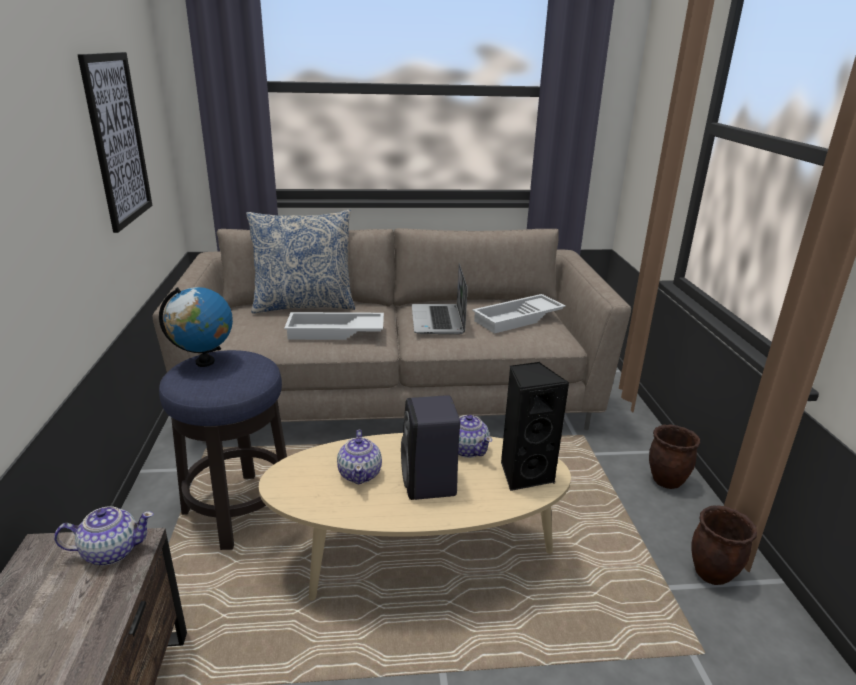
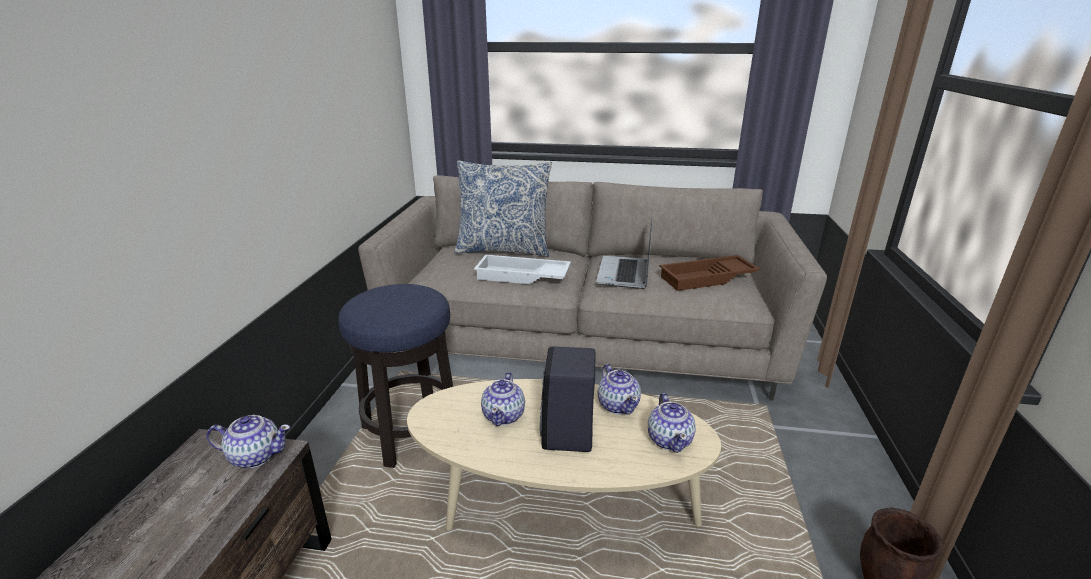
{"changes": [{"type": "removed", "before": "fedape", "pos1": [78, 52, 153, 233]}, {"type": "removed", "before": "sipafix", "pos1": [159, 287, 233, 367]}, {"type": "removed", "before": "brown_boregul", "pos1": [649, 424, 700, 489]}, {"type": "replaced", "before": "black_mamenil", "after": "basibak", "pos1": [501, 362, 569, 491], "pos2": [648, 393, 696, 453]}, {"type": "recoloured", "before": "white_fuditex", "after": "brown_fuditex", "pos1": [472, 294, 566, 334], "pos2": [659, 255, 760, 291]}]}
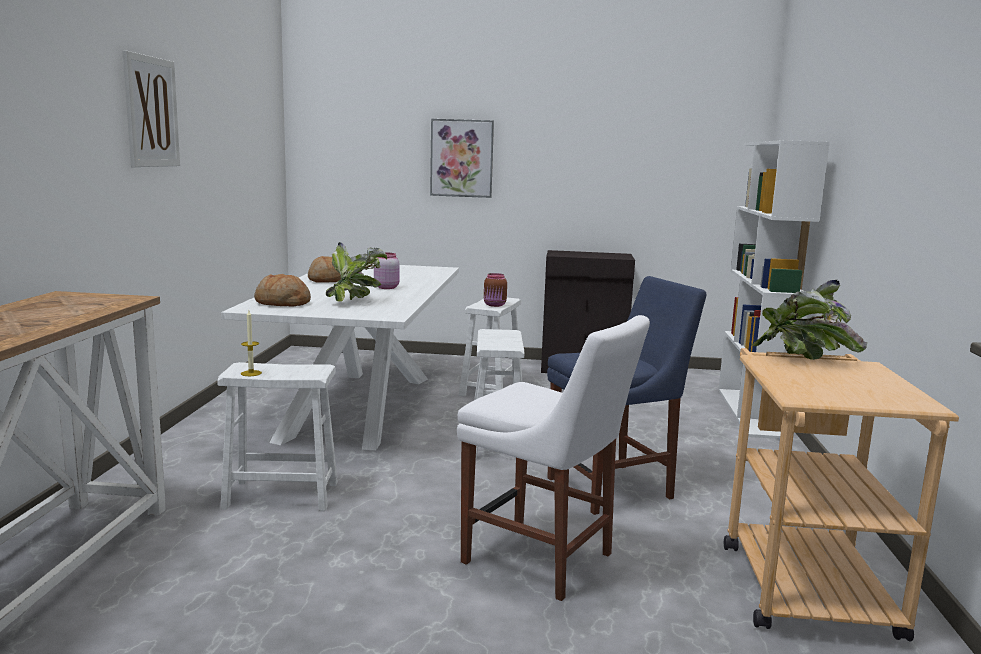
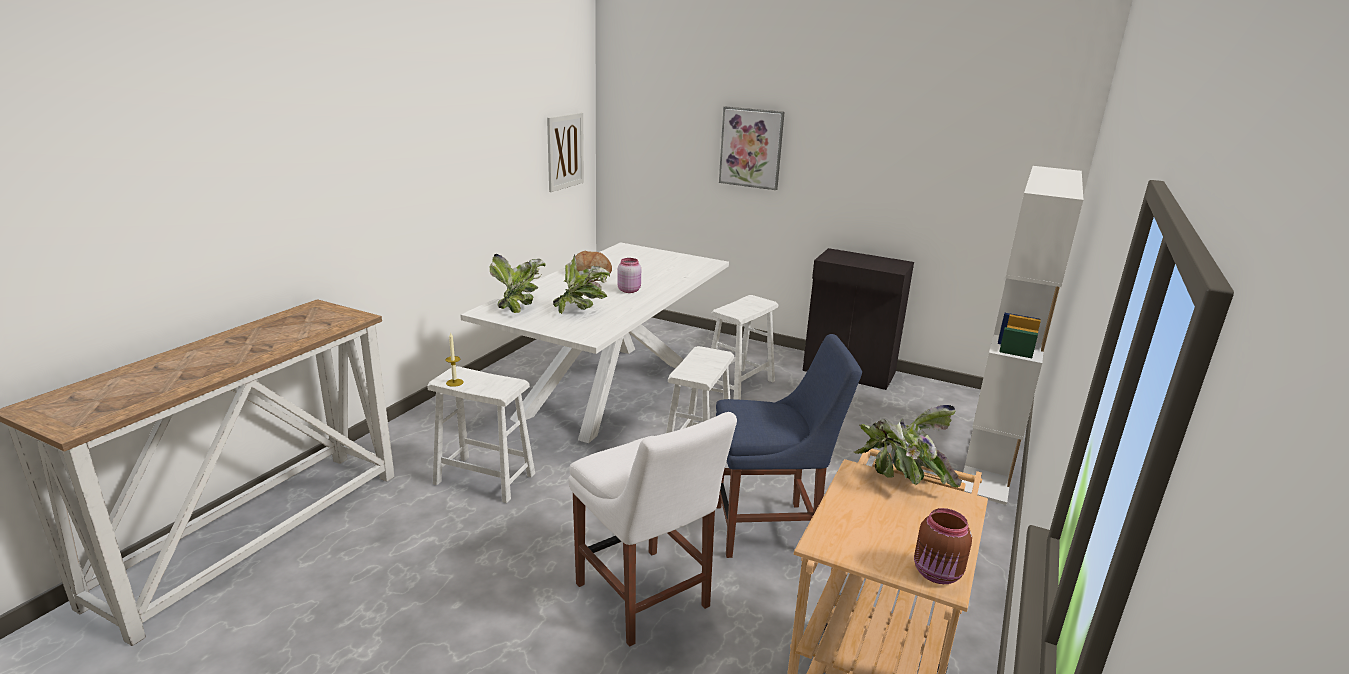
{"changes": [{"type": "moved", "before": "fedape", "pos1": [123, 51, 180, 167], "pos2": [547, 113, 584, 192]}, {"type": "moved", "before": "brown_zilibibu", "pos1": [484, 273, 507, 307], "pos2": [914, 508, 972, 584]}, {"type": "replaced", "before": "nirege", "after": "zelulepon", "pos1": [254, 274, 311, 307], "pos2": [489, 254, 546, 313]}]}
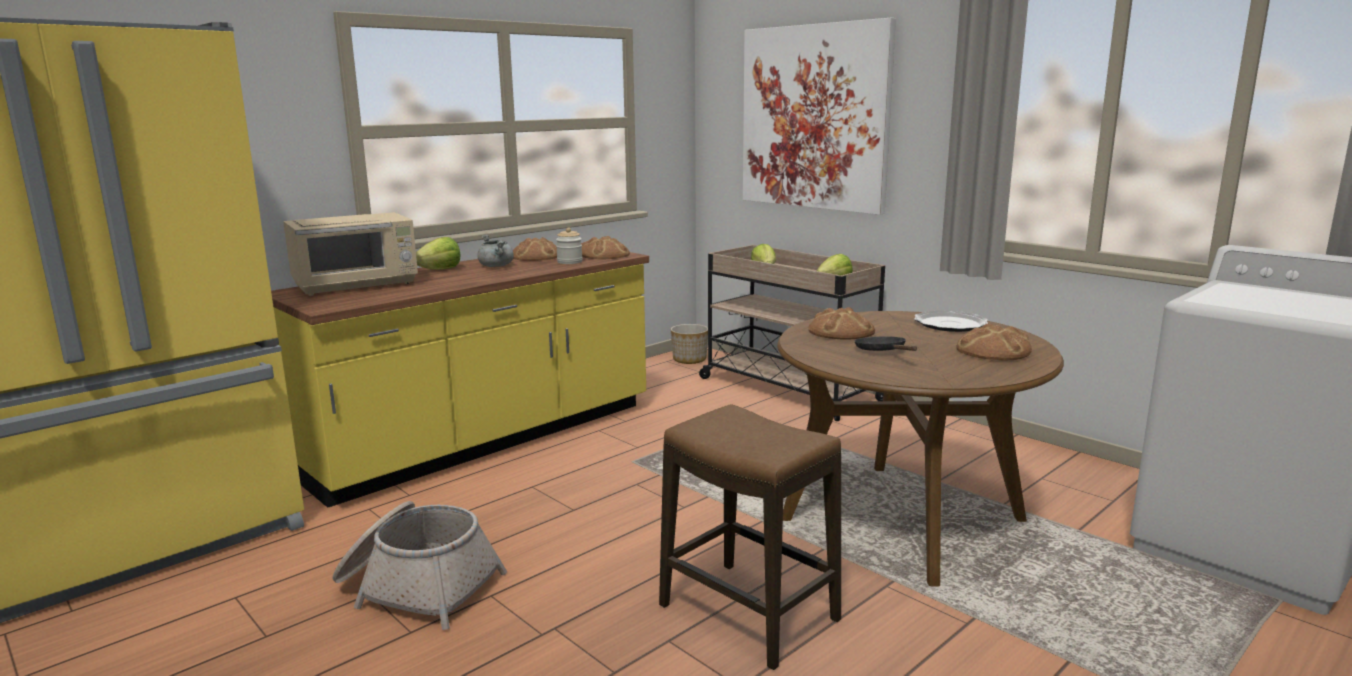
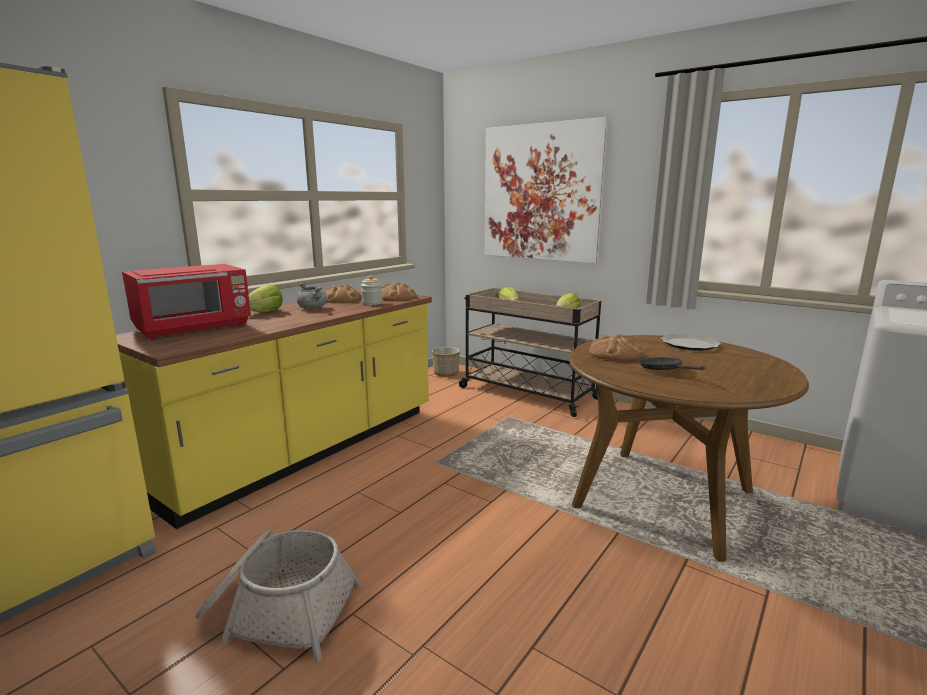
{"changes": [{"type": "removed", "before": "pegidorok", "pos1": [659, 404, 841, 670]}, {"type": "removed", "before": "nirege", "pos1": [956, 323, 1032, 360]}, {"type": "recoloured", "before": "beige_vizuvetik", "after": "red_vizuvetik", "pos1": [283, 212, 418, 296], "pos2": [122, 264, 251, 339]}]}
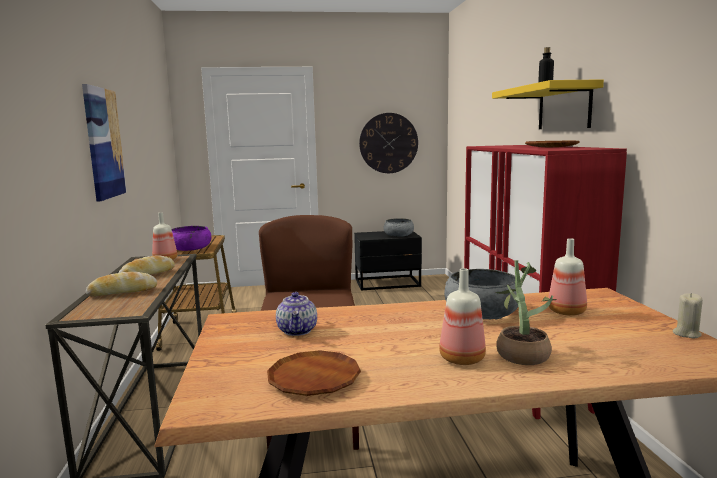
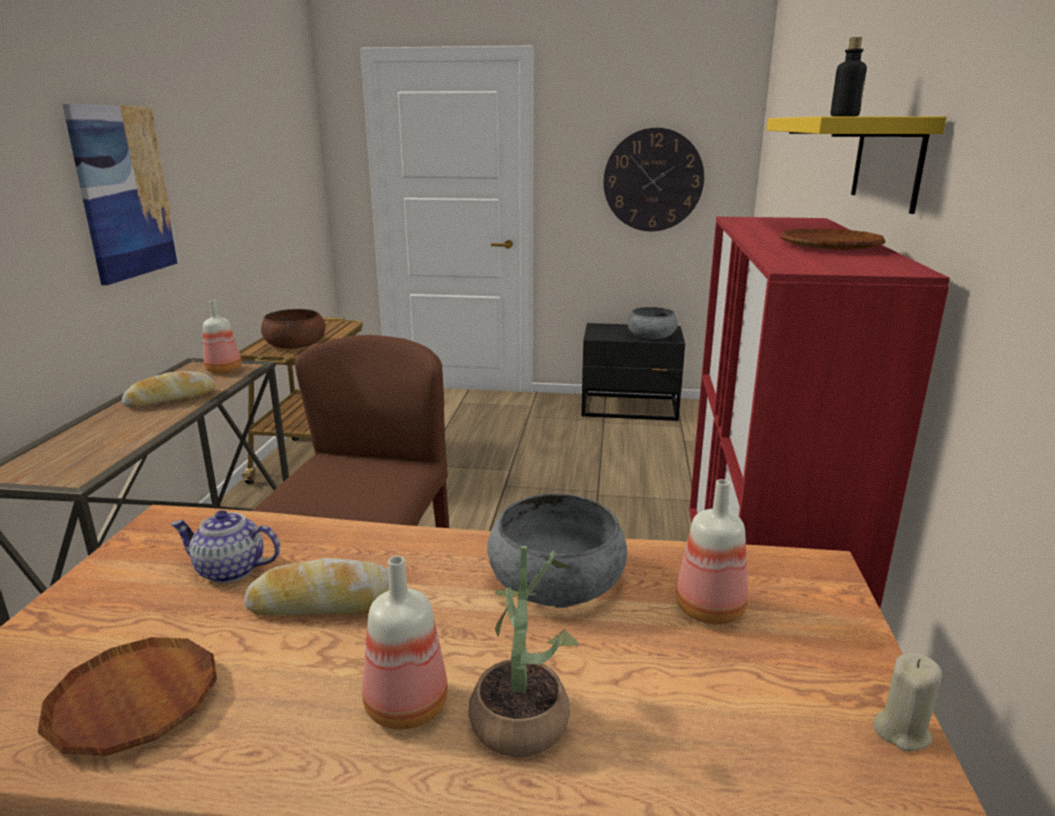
{"changes": [{"type": "moved", "before": "nirege", "pos1": [86, 272, 157, 297], "pos2": [244, 558, 389, 616]}, {"type": "recoloured", "before": "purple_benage", "after": "brown_benage", "pos1": [172, 226, 211, 251], "pos2": [261, 309, 326, 349]}, {"type": "turned", "before": "basibak", "pos1": [276, 292, 317, 336], "pos2": [171, 510, 280, 583], "turn": 90}]}
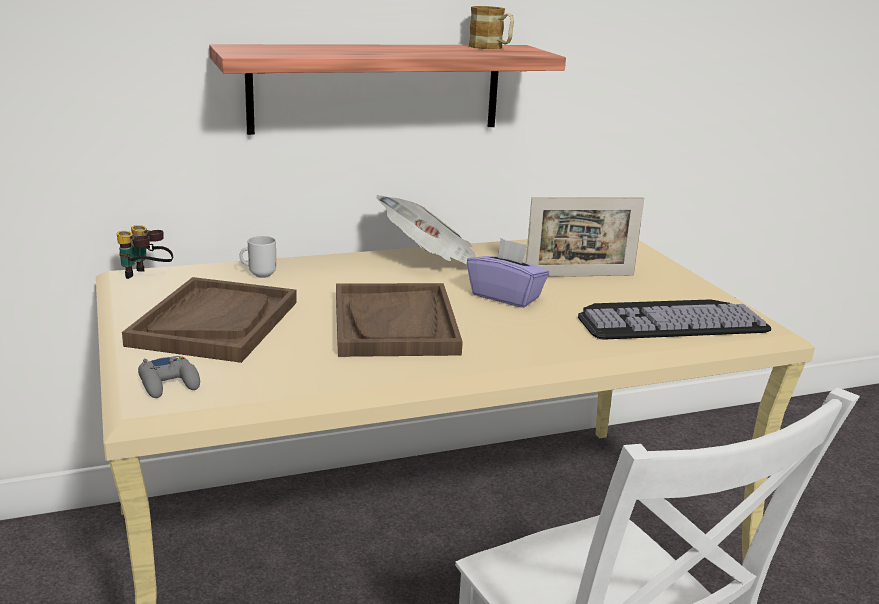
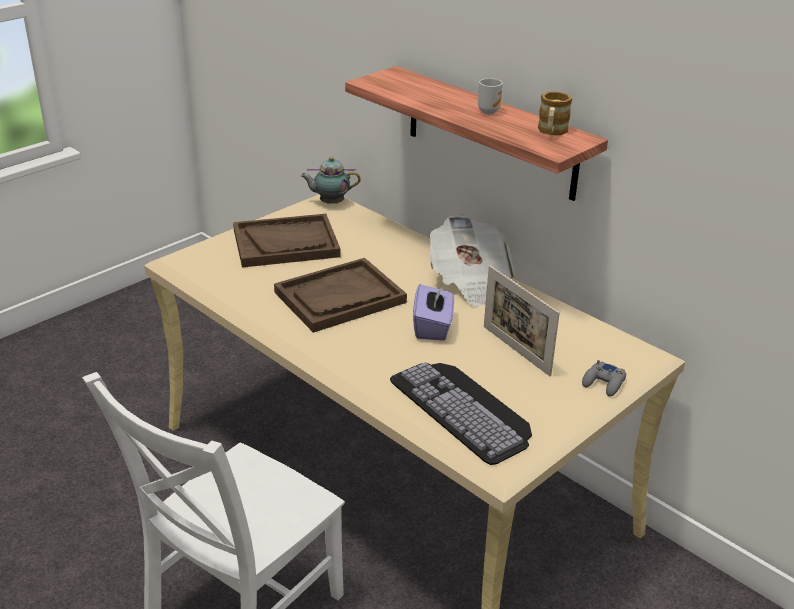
{"changes": [{"type": "moved", "before": "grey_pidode", "pos1": [138, 356, 200, 398], "pos2": [582, 360, 626, 397]}, {"type": "moved", "before": "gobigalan", "pos1": [239, 236, 276, 278], "pos2": [478, 78, 503, 114]}, {"type": "replaced", "before": "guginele", "after": "basibak", "pos1": [117, 225, 173, 279], "pos2": [300, 157, 361, 204]}]}
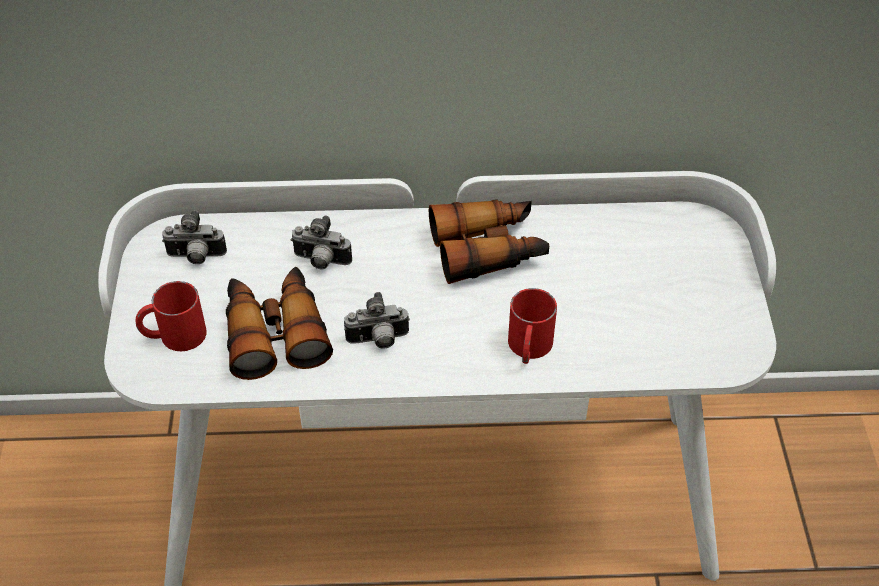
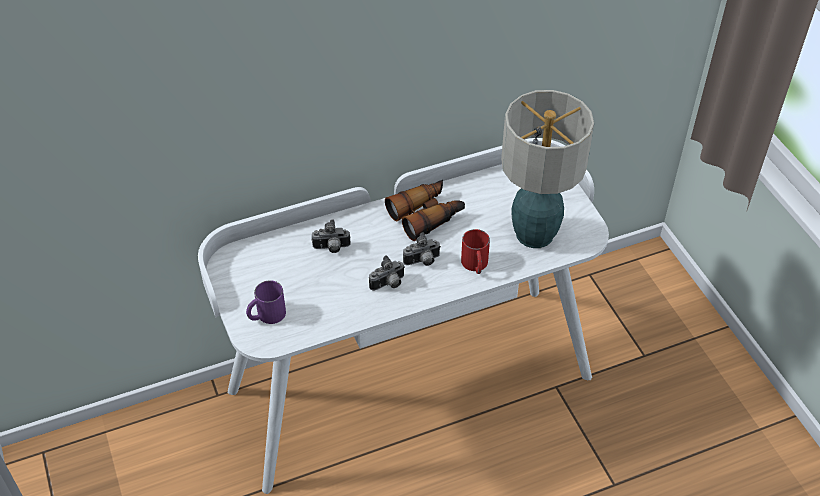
{"changes": [{"type": "removed", "before": "guginele", "pos1": [226, 267, 333, 380]}, {"type": "added", "after": "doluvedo", "pos2": [501, 90, 594, 248]}, {"type": "moved", "before": "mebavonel", "pos1": [162, 210, 227, 264], "pos2": [403, 232, 441, 266]}, {"type": "recoloured", "before": "red_gobigalan", "after": "purple_gobigalan", "pos1": [135, 281, 207, 351], "pos2": [246, 280, 286, 324]}]}
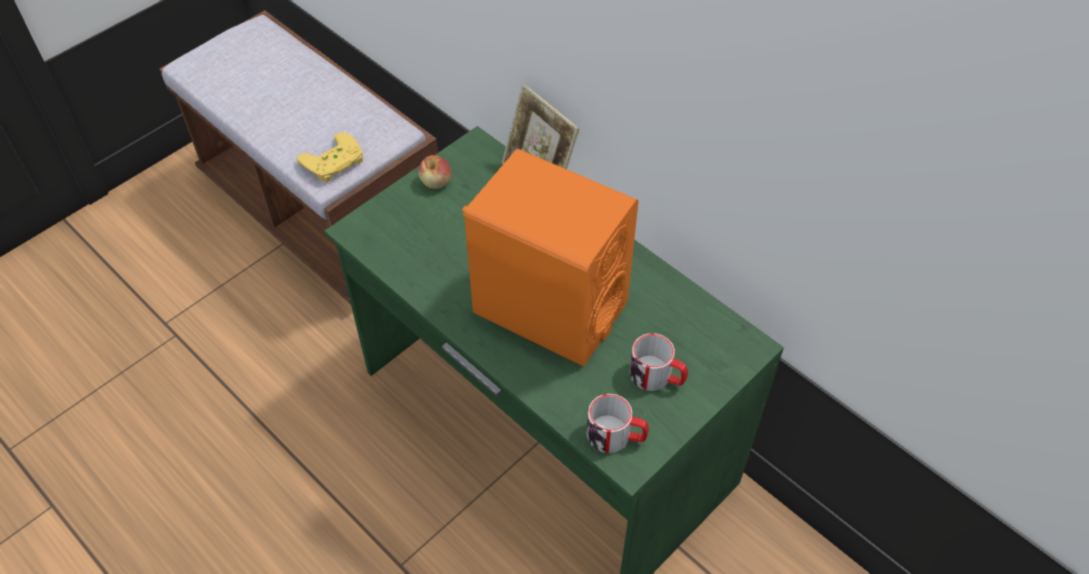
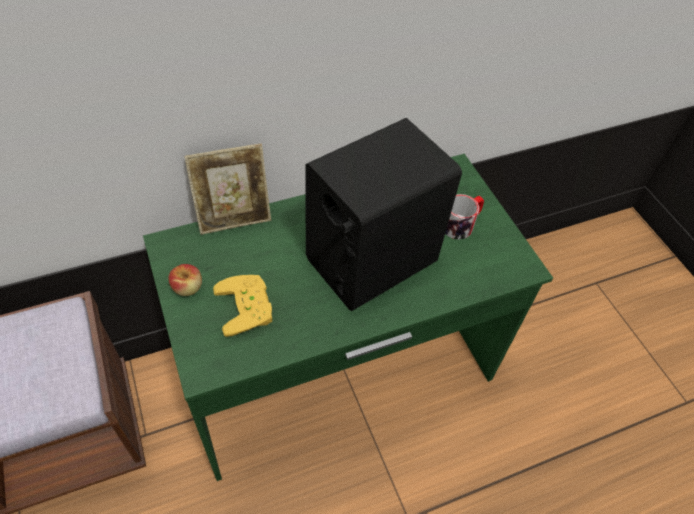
{"changes": [{"type": "removed", "before": "gobigalan", "pos1": [587, 394, 649, 453]}, {"type": "moved", "before": "yellow_pidode", "pos1": [297, 132, 363, 183], "pos2": [213, 275, 272, 337]}, {"type": "recoloured", "before": "orange_mamenil", "after": "black_mamenil", "pos1": [462, 149, 639, 366], "pos2": [305, 118, 462, 311]}]}
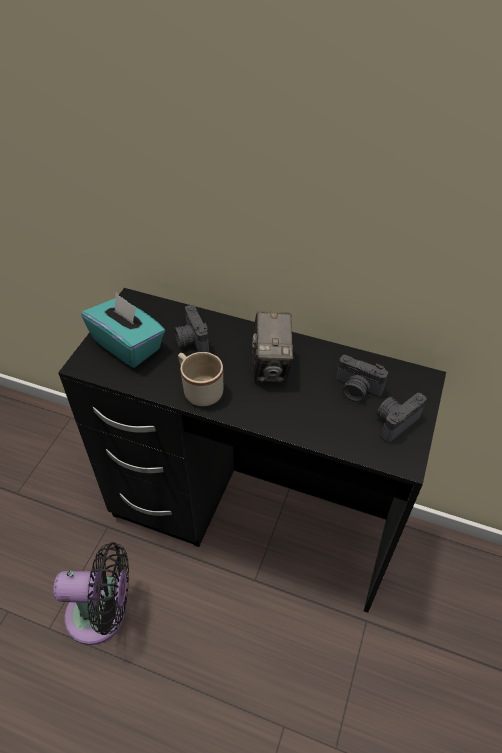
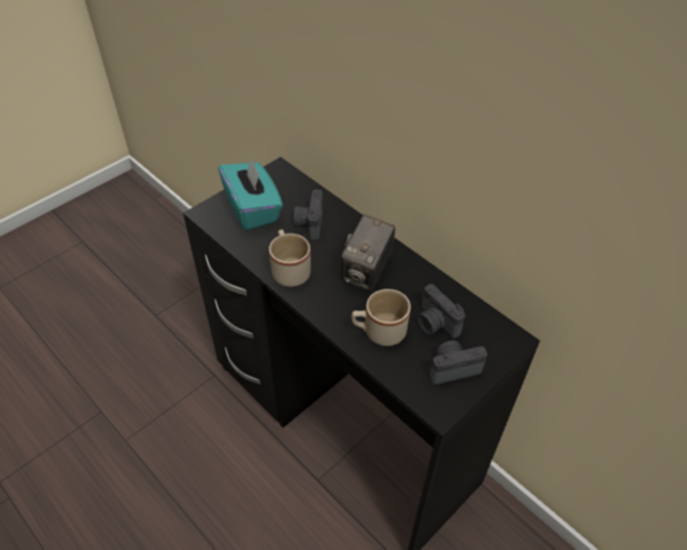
{"changes": [{"type": "removed", "before": "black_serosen", "pos1": [53, 542, 129, 645]}, {"type": "added", "after": "beige_gobigalan", "pos2": [351, 289, 411, 346]}]}
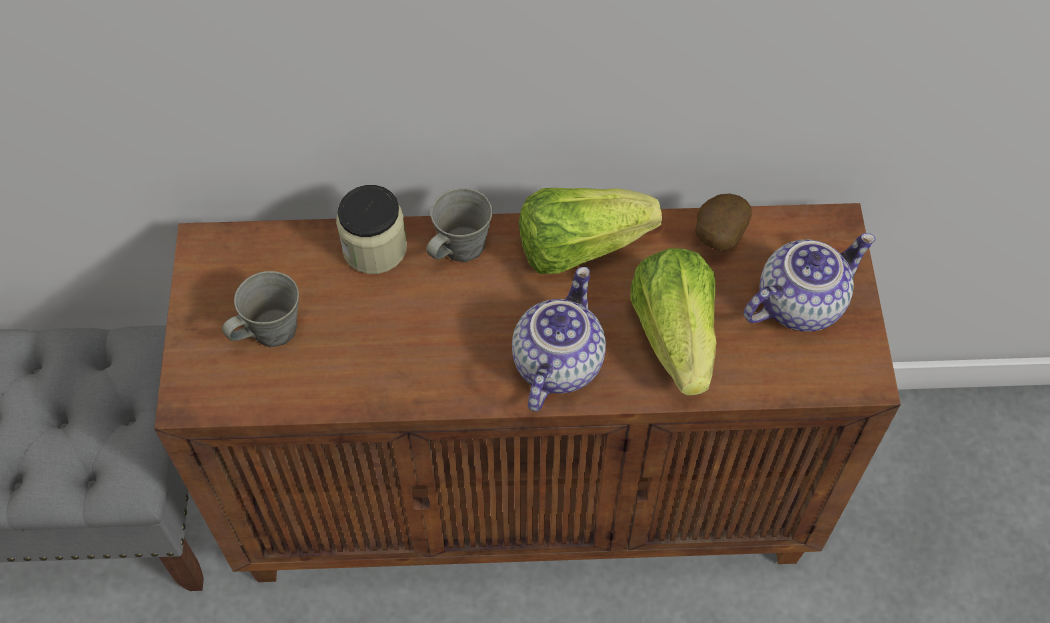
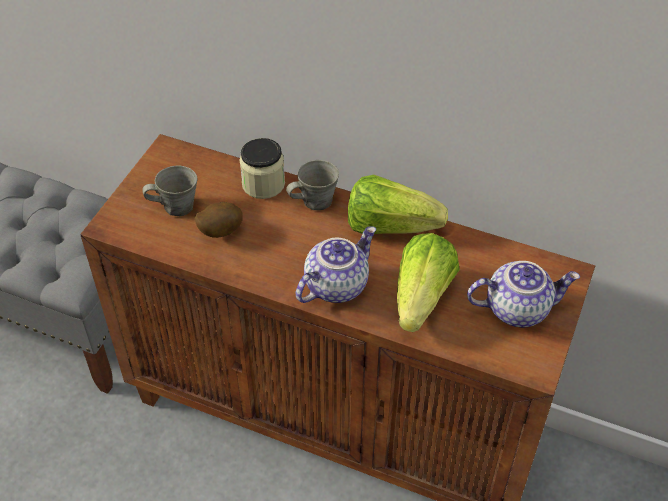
{"changes": [{"type": "moved", "before": "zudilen", "pos1": [695, 194, 752, 251], "pos2": [195, 202, 243, 238]}]}
